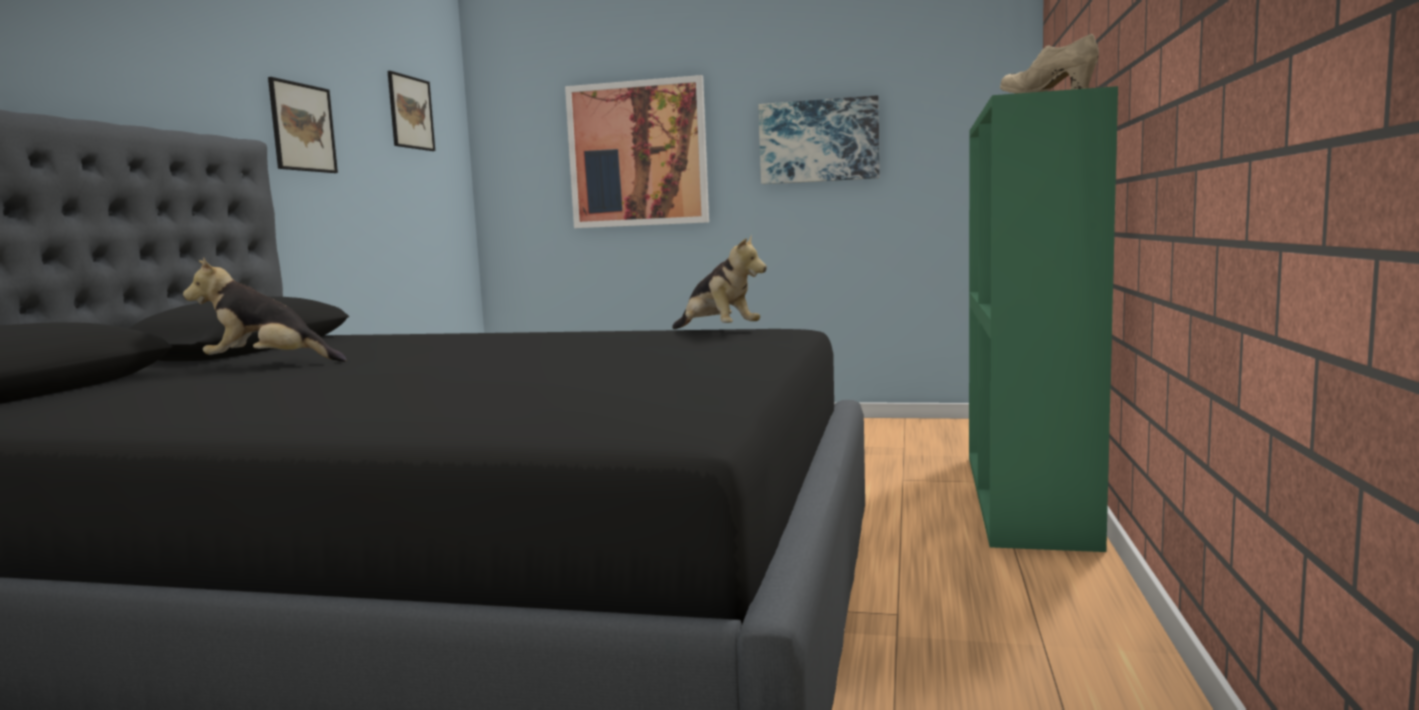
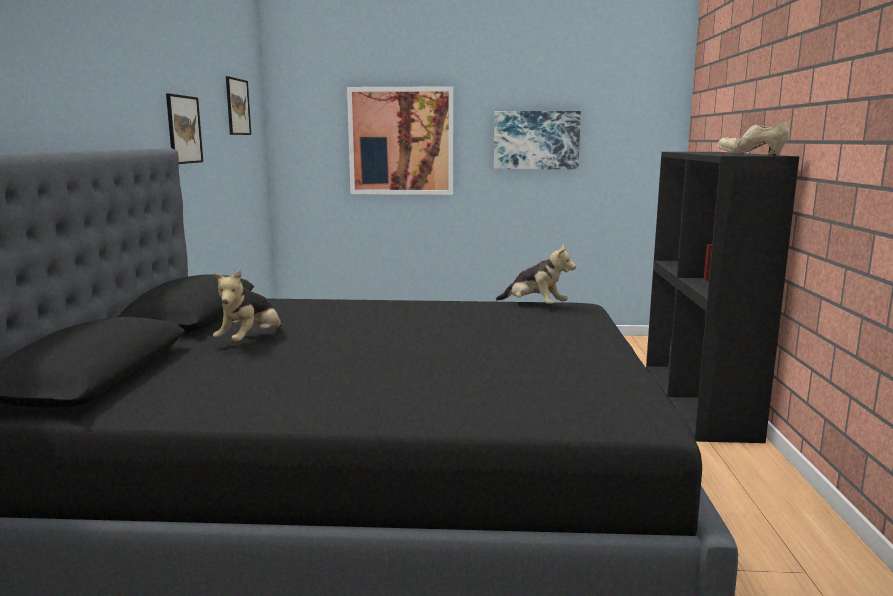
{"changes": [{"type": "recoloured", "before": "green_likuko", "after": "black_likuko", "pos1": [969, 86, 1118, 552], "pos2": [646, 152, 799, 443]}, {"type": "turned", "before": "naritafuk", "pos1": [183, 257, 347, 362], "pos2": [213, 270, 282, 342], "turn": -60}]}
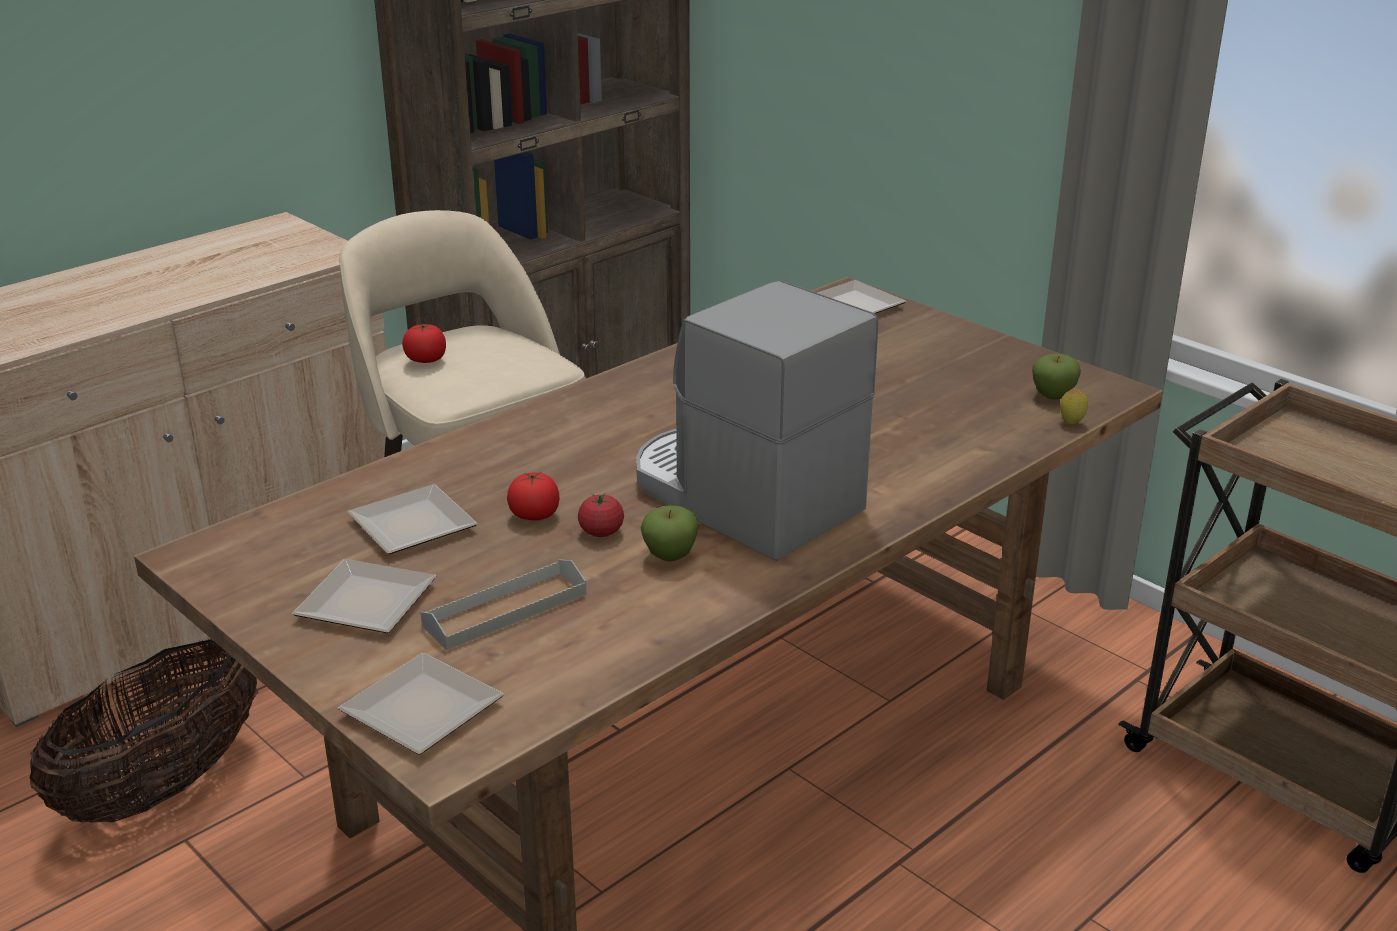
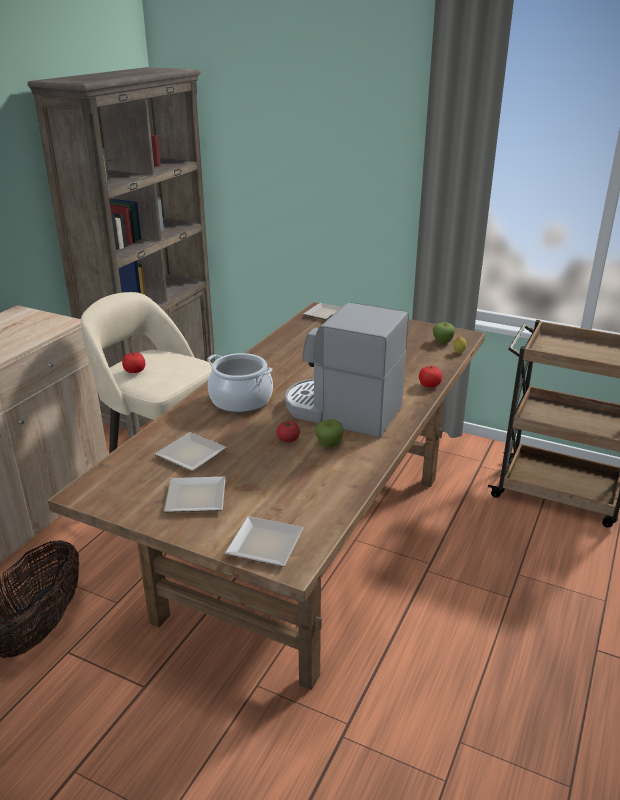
{"changes": [{"type": "removed", "before": "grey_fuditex", "pos1": [421, 559, 587, 650]}, {"type": "added", "after": "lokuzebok", "pos2": [207, 353, 273, 413]}, {"type": "moved", "before": "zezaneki", "pos1": [507, 472, 559, 521], "pos2": [419, 366, 442, 387]}]}
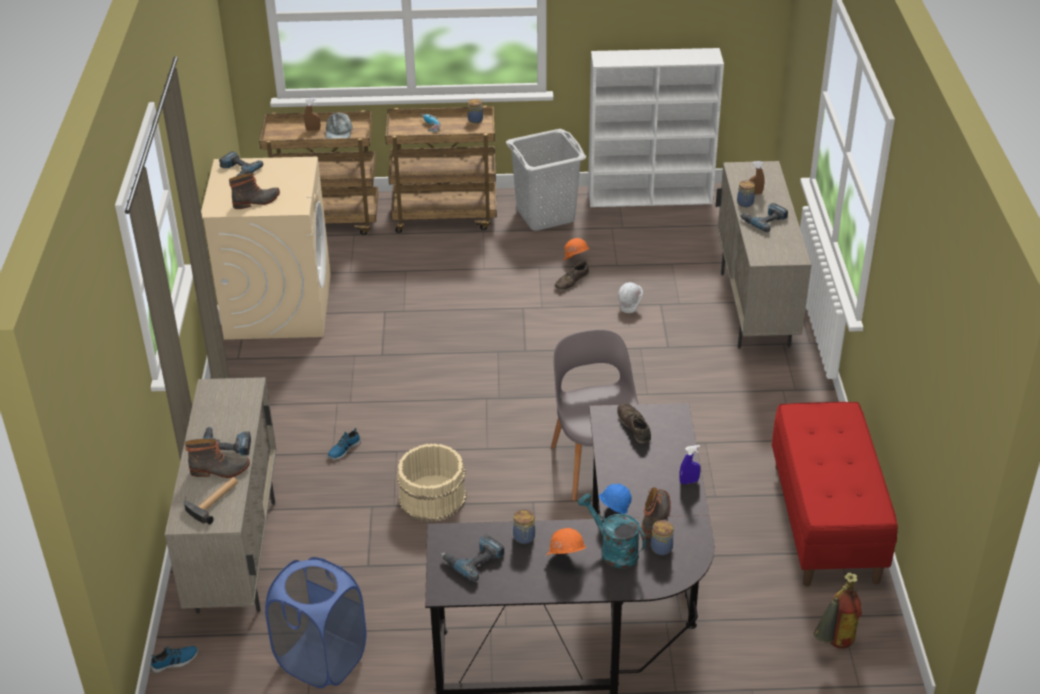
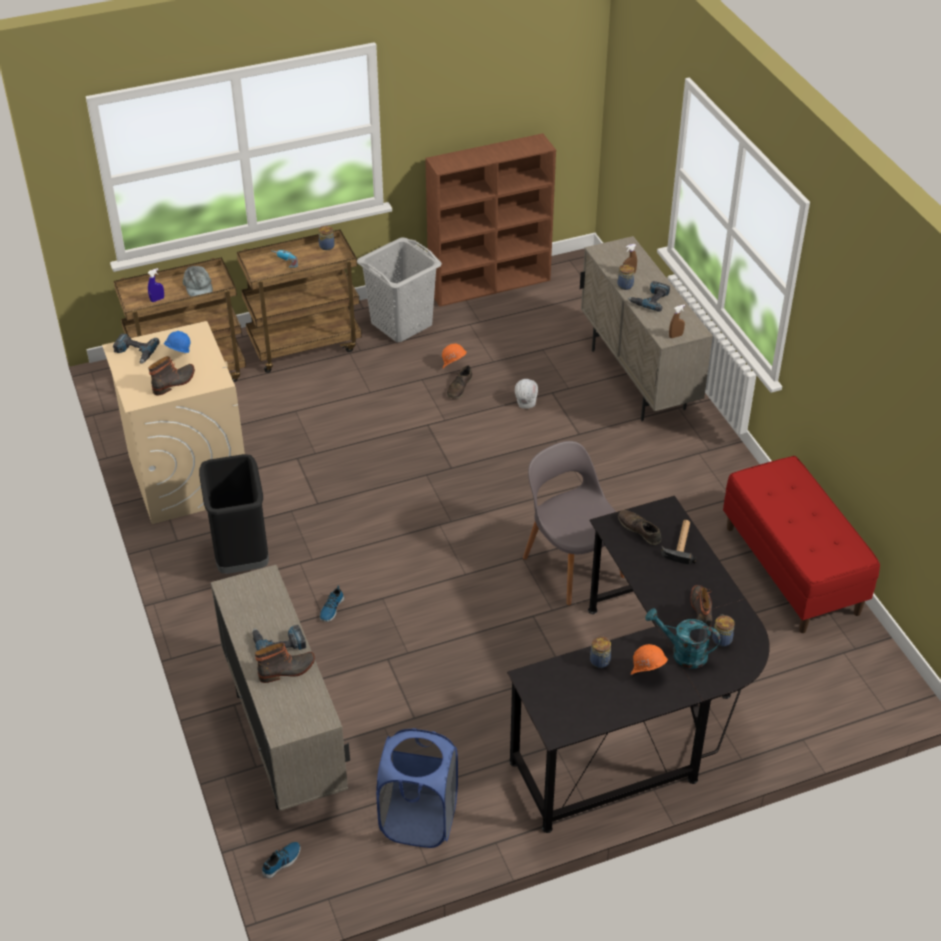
{"changes": [{"type": "removed", "before": "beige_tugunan", "pos1": [397, 444, 466, 522]}, {"type": "removed", "before": "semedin", "pos1": [441, 534, 504, 582]}, {"type": "removed", "before": "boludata", "pos1": [814, 573, 862, 649]}, {"type": "added", "after": "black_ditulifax", "pos2": [199, 454, 269, 574]}, {"type": "moved", "before": "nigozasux", "pos1": [184, 477, 238, 525], "pos2": [661, 520, 697, 565]}, {"type": "moved", "before": "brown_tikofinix", "pos1": [304, 98, 320, 131], "pos2": [669, 304, 685, 338]}, {"type": "moved", "before": "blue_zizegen", "pos1": [599, 484, 632, 514], "pos2": [164, 331, 191, 353]}, {"type": "moved", "before": "blue_tikofinix", "pos1": [680, 445, 701, 484], "pos2": [148, 268, 164, 302]}, {"type": "recoloured", "before": "white_likuko", "after": "brown_likuko", "pos1": [588, 48, 724, 207], "pos2": [425, 133, 556, 307]}]}
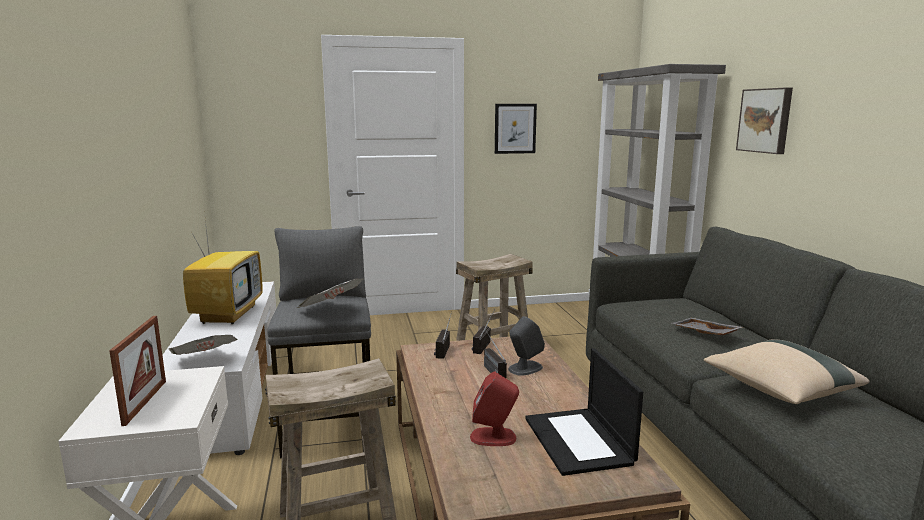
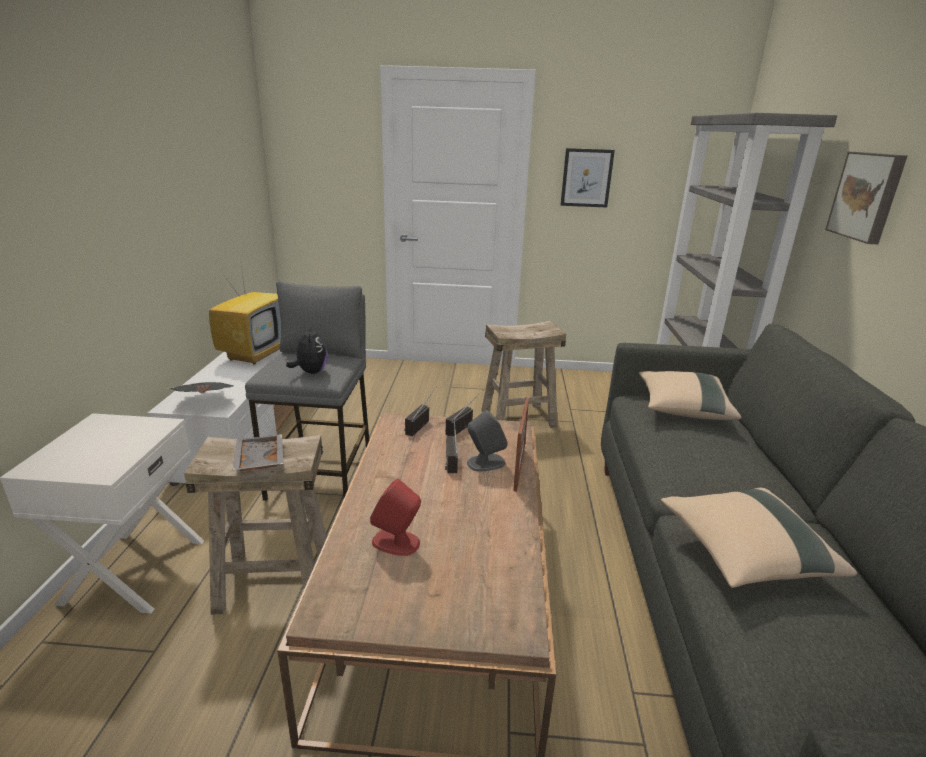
{"changes": [{"type": "removed", "before": "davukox", "pos1": [525, 348, 643, 476]}, {"type": "added", "after": "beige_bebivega", "pos2": [639, 371, 741, 420]}, {"type": "moved", "before": "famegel", "pos1": [109, 316, 166, 426], "pos2": [513, 397, 529, 491]}, {"type": "moved", "before": "grey_fuditex", "pos1": [672, 318, 742, 335], "pos2": [233, 434, 283, 471]}, {"type": "replaced", "before": "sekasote", "after": "naritafuk", "pos1": [297, 278, 363, 308], "pos2": [286, 324, 328, 374]}]}
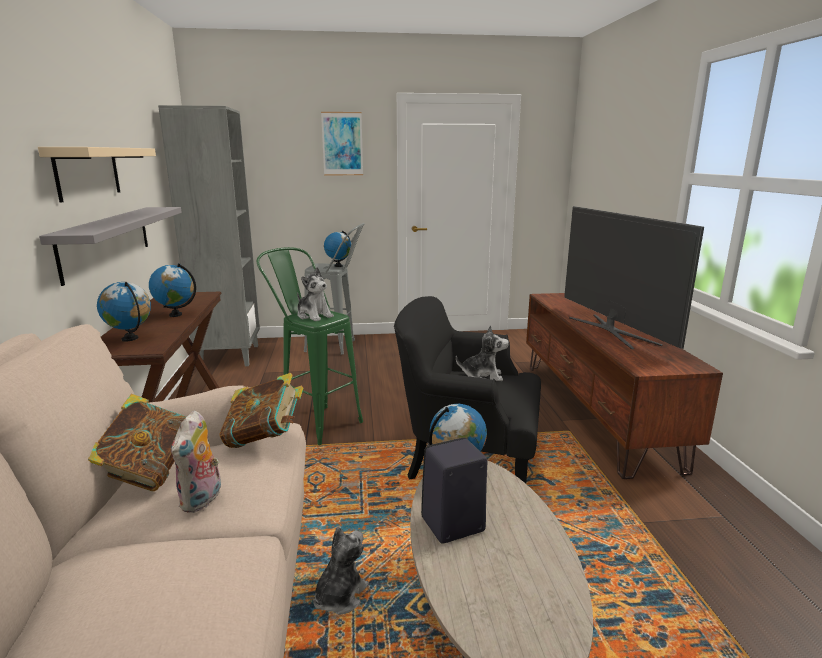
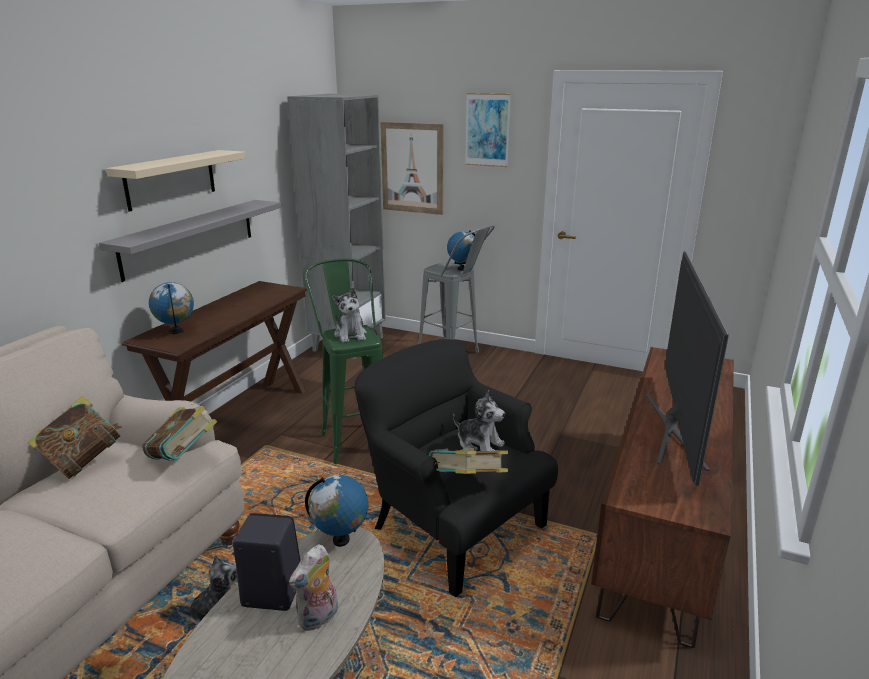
{"changes": [{"type": "removed", "before": "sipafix", "pos1": [149, 263, 196, 317]}, {"type": "added", "after": "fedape", "pos2": [380, 122, 444, 215]}, {"type": "added", "after": "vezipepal", "pos2": [429, 448, 508, 474]}, {"type": "moved", "before": "naritafuk", "pos1": [171, 410, 222, 513], "pos2": [289, 545, 338, 631]}]}
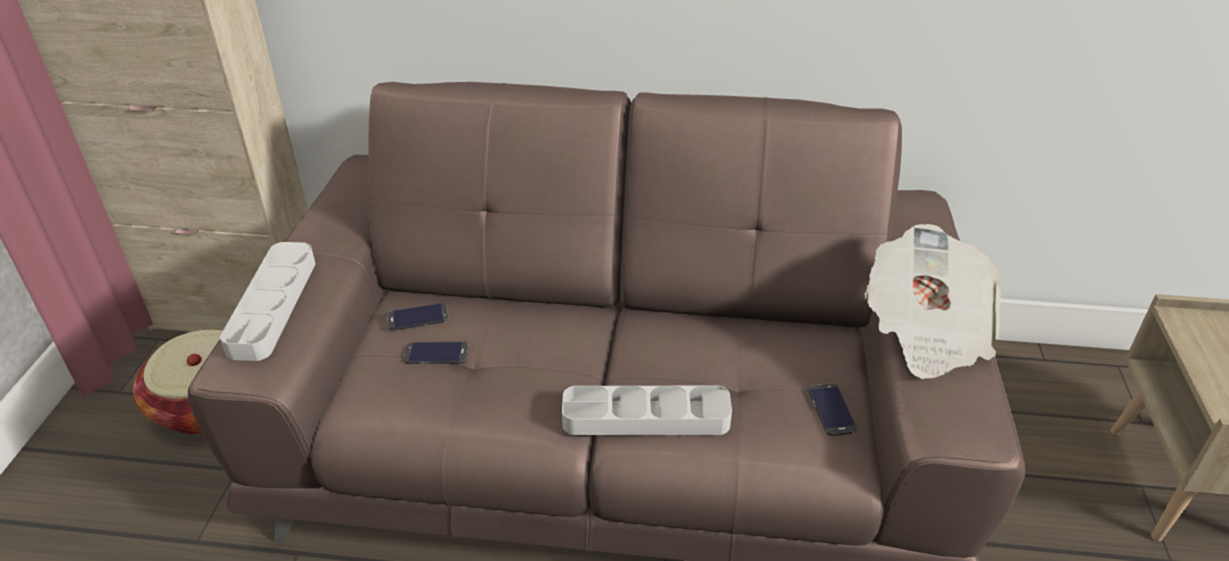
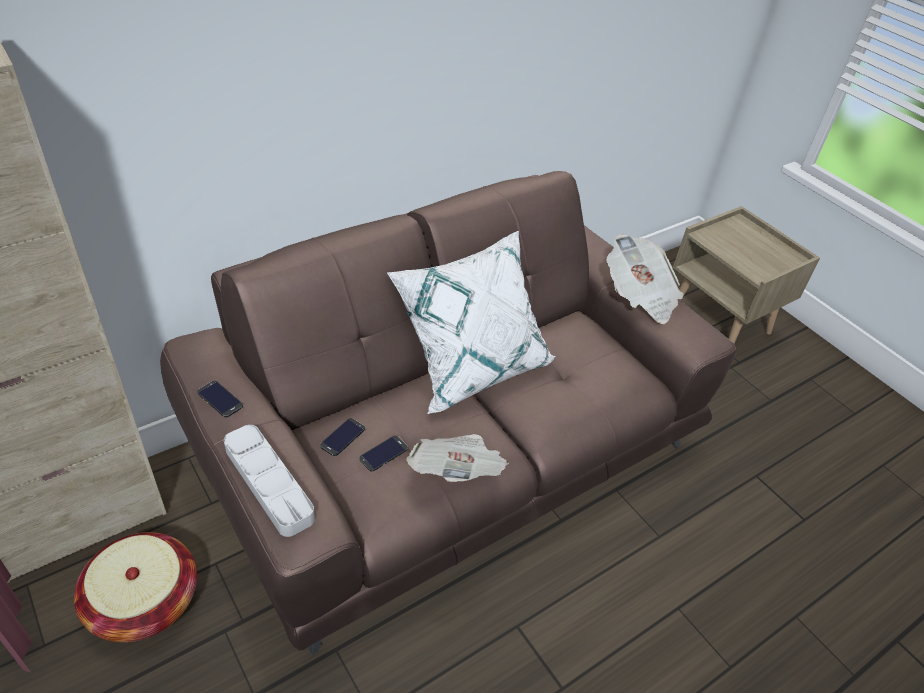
{"changes": [{"type": "removed", "before": "grey_fuditex", "pos1": [562, 386, 732, 435]}, {"type": "added", "after": "white_bebivega", "pos2": [387, 230, 556, 414]}, {"type": "added", "after": "sekasote", "pos2": [406, 434, 509, 482]}, {"type": "moved", "before": "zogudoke", "pos1": [809, 383, 857, 436], "pos2": [197, 381, 243, 417]}]}
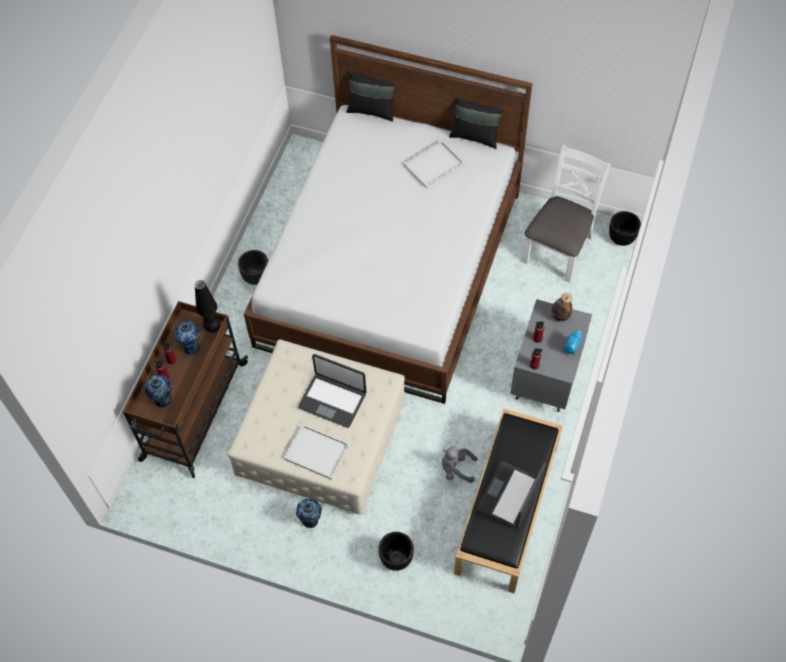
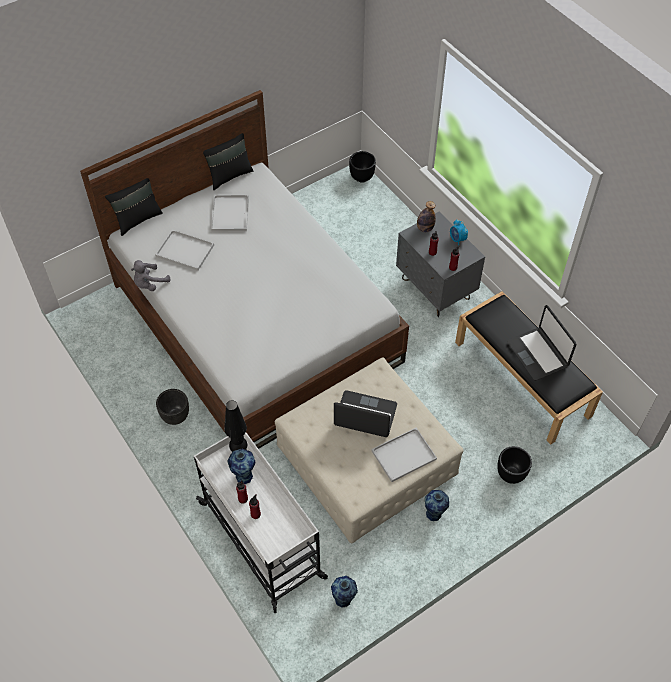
{"changes": [{"type": "removed", "before": "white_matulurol", "pos1": [522, 145, 611, 283]}, {"type": "added", "after": "white_fuditex", "pos2": [155, 230, 214, 271]}, {"type": "moved", "before": "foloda", "pos1": [145, 375, 171, 408], "pos2": [331, 576, 358, 608]}, {"type": "moved", "before": "grey_naritafuk", "pos1": [442, 446, 477, 483], "pos2": [131, 260, 171, 291]}, {"type": "recoloured", "before": "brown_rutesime", "after": "white_rutesime", "pos1": [123, 301, 248, 478], "pos2": [194, 433, 328, 613]}, {"type": "turned", "before": "davukox", "pos1": [298, 354, 366, 428], "pos2": [334, 390, 397, 437], "turn": -135}]}
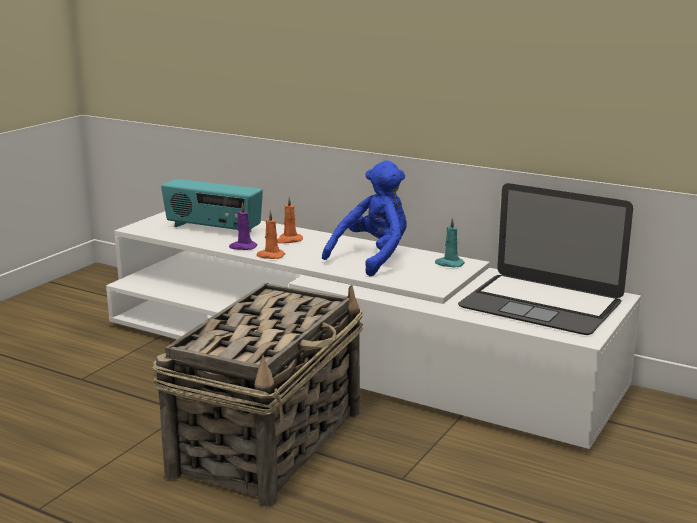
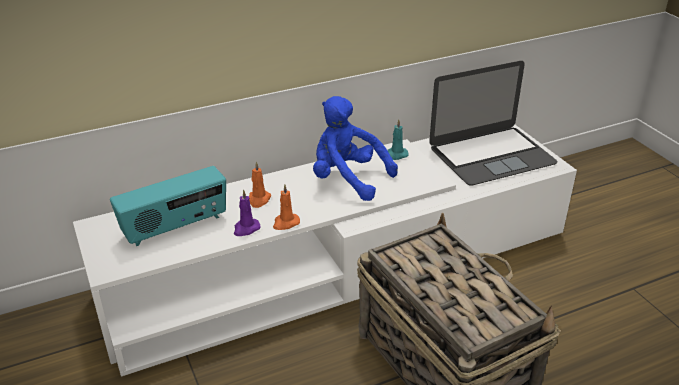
{"changes": [{"type": "turned", "before": "blue_naritafuk", "pos1": [322, 160, 407, 276], "pos2": [313, 96, 398, 201], "turn": -45}]}
